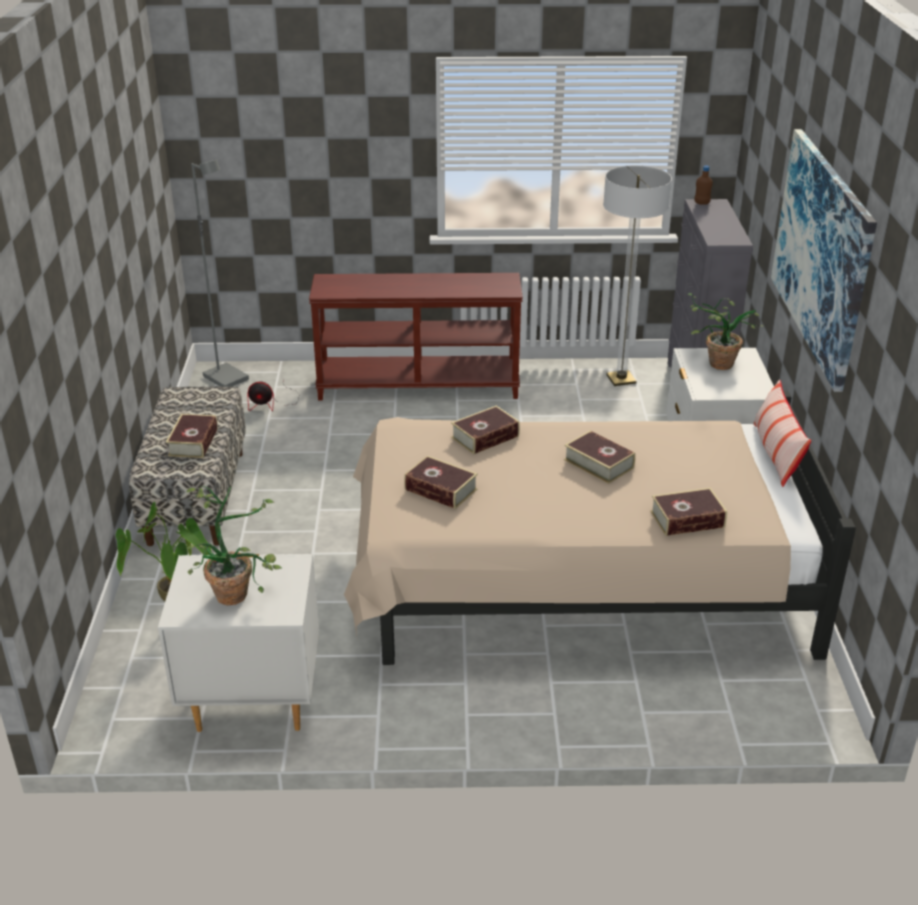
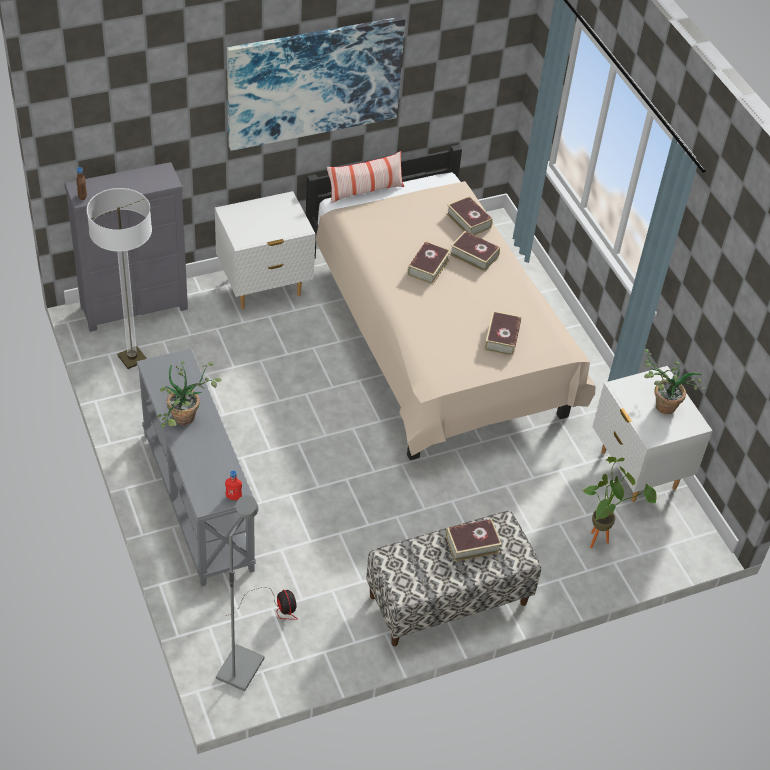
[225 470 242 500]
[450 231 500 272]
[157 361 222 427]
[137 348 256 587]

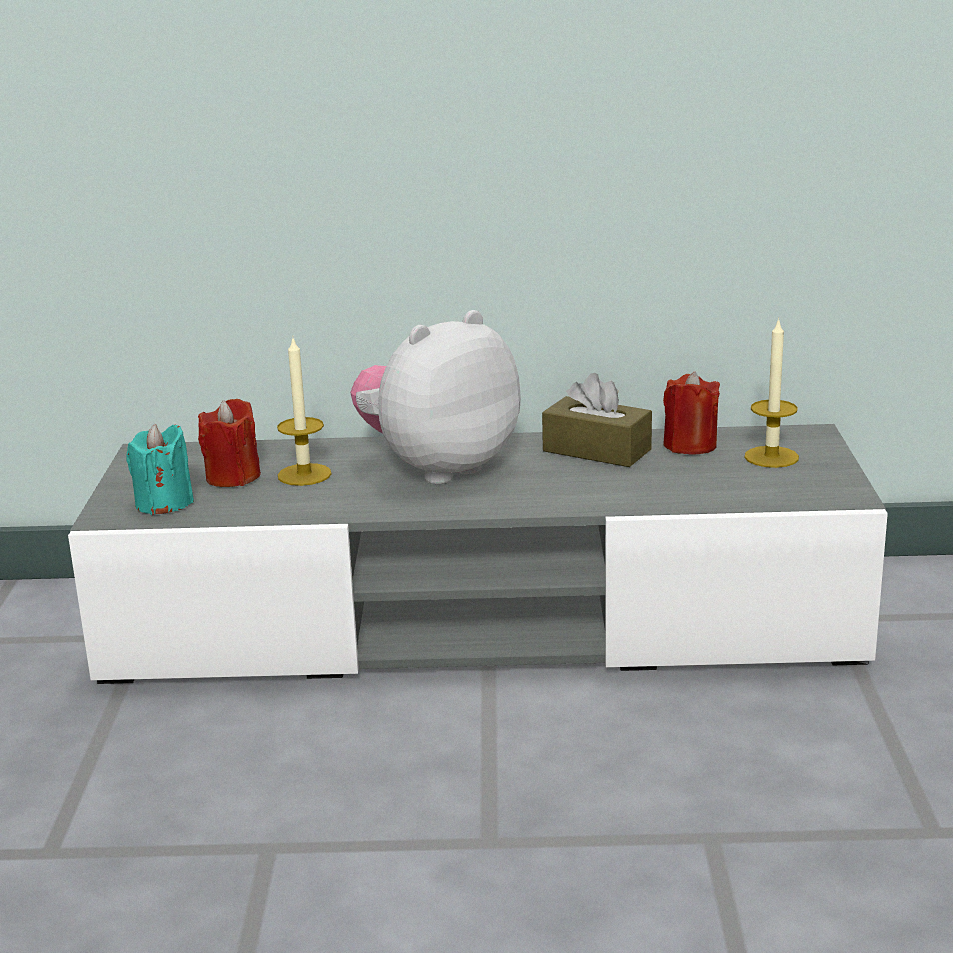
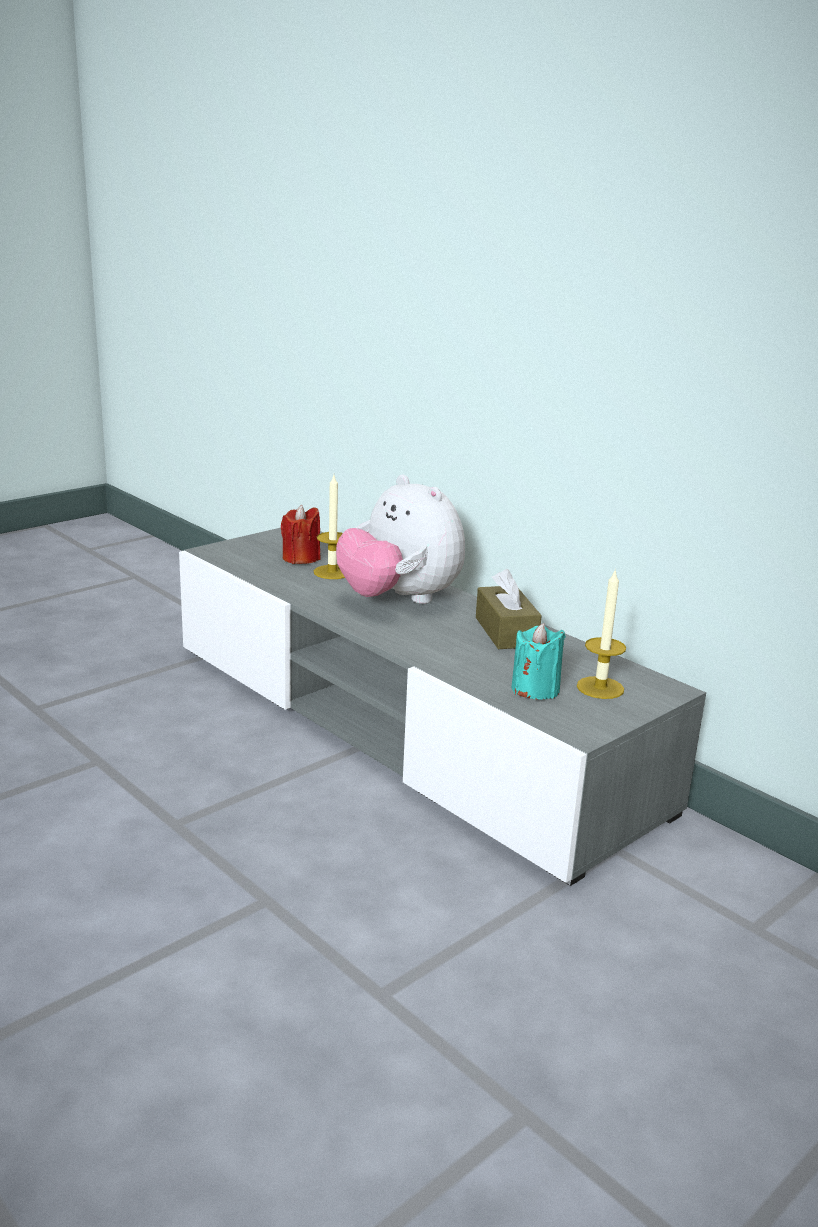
[663 371 720 455] (first image)
[511 623 566 700]
[336 475 465 604]

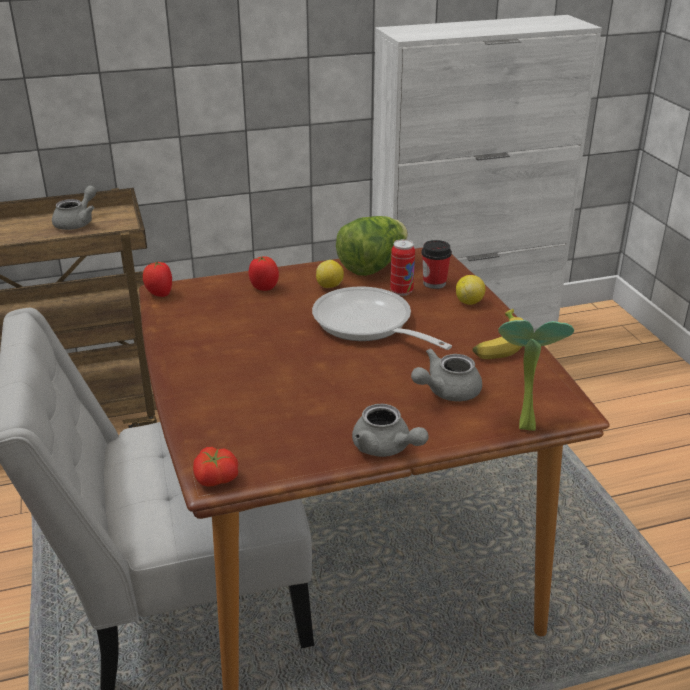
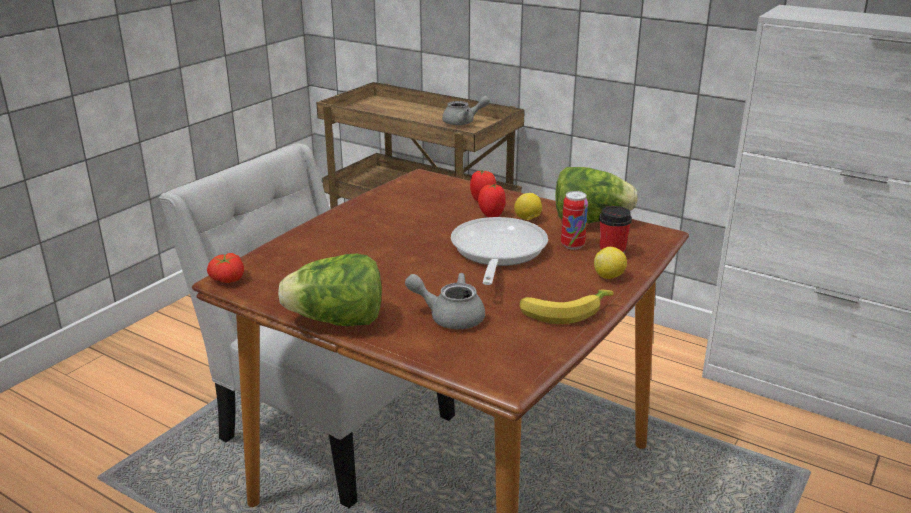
[498 320 574 431] (first image)
[478 184 506 217]
[278 254 382 326]

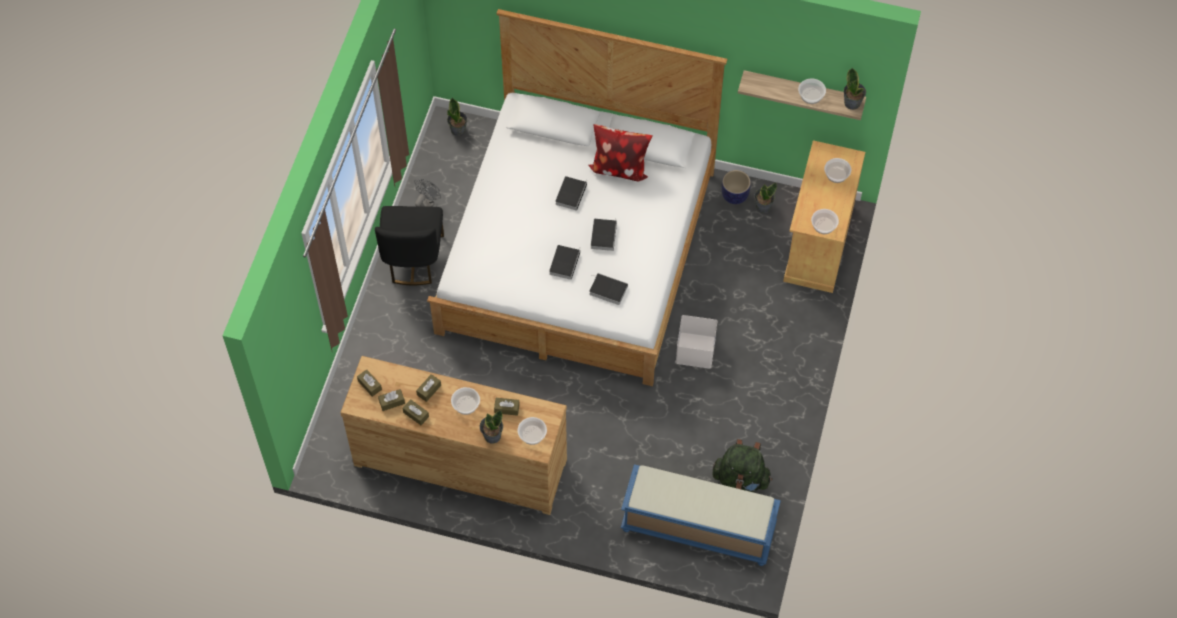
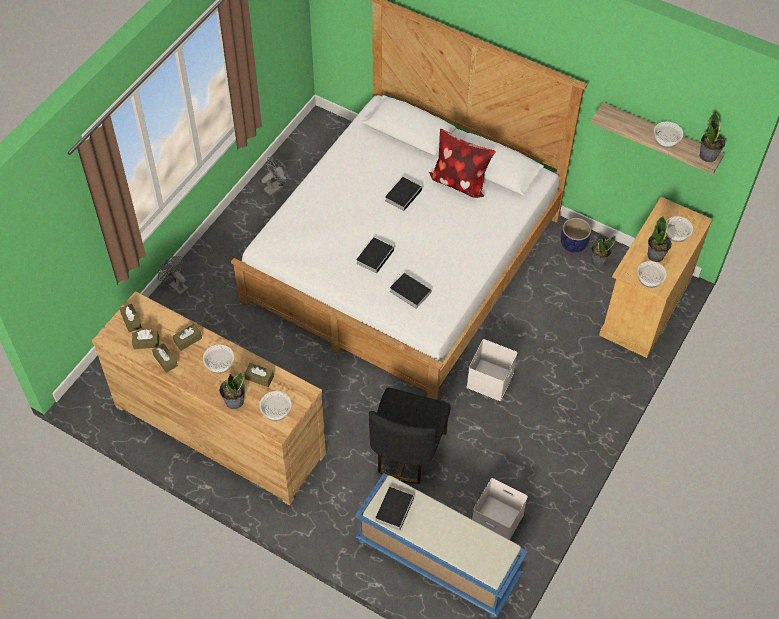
[158 256 189 295]
[369 388 451 484]
[647 216 672 262]
[375 487 415 530]
[472 478 528 540]

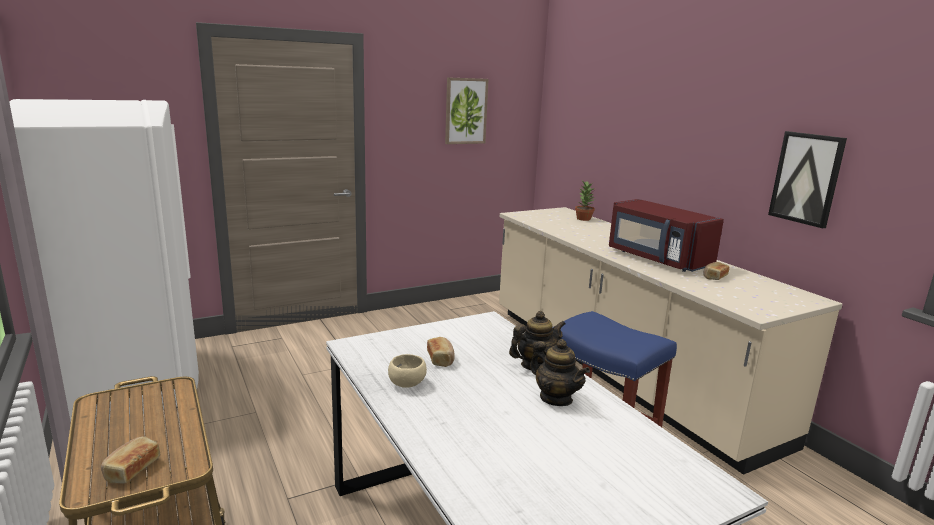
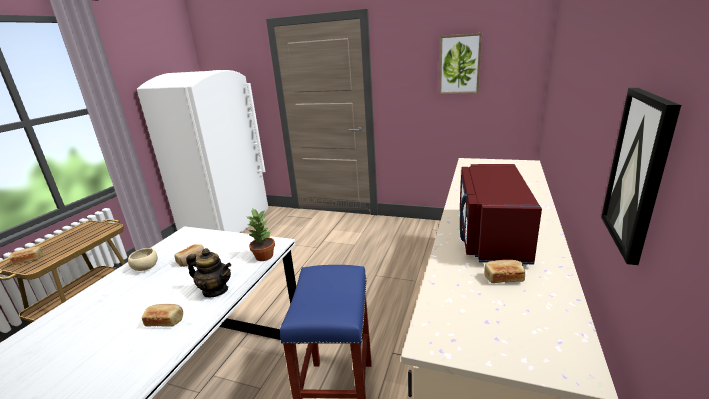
[246 209 275 261]
[142 304 183 327]

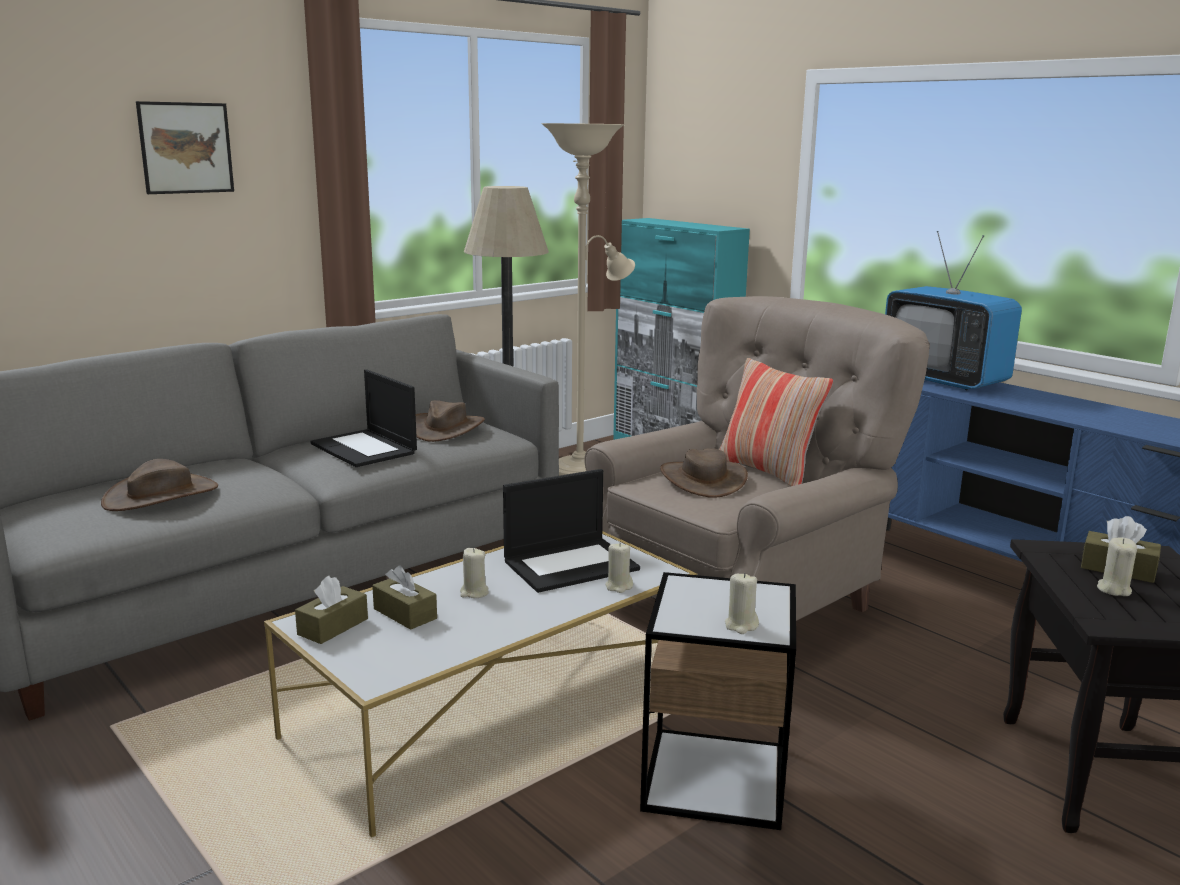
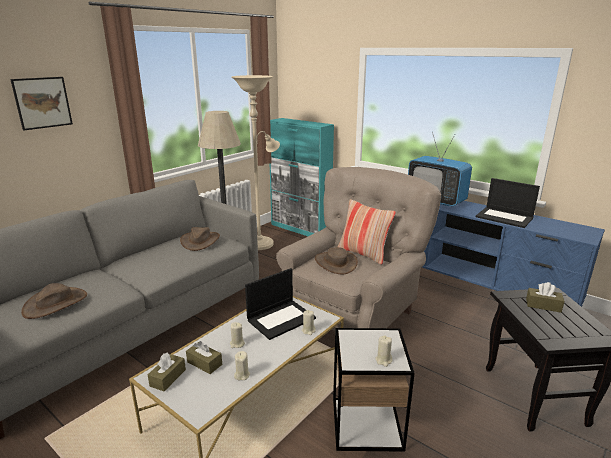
[476 178 540 228]
[234 351 250 380]

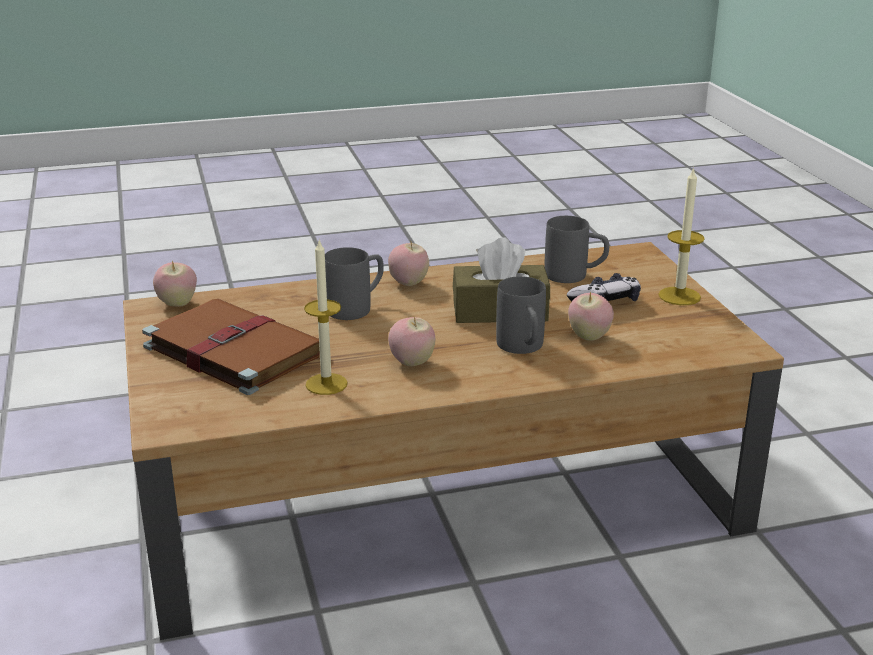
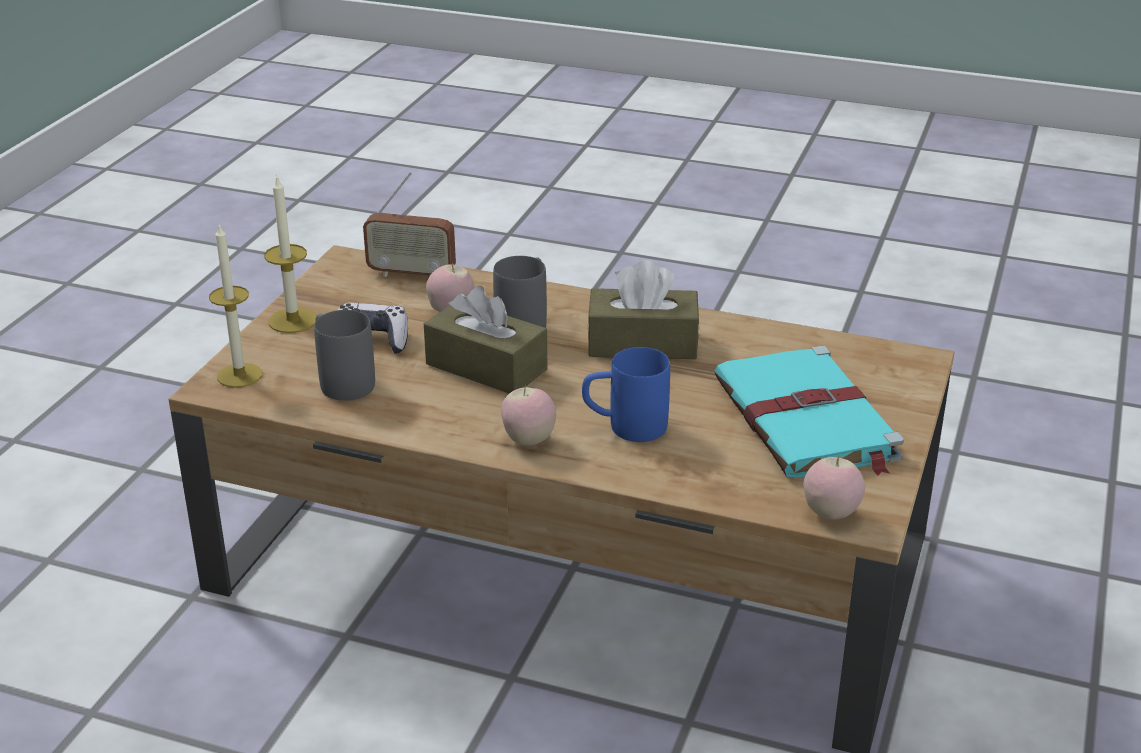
[363 172 456 277]
[209 224 262 388]
[587 260 699 359]
[714 346 904 478]
[582 347 670 442]

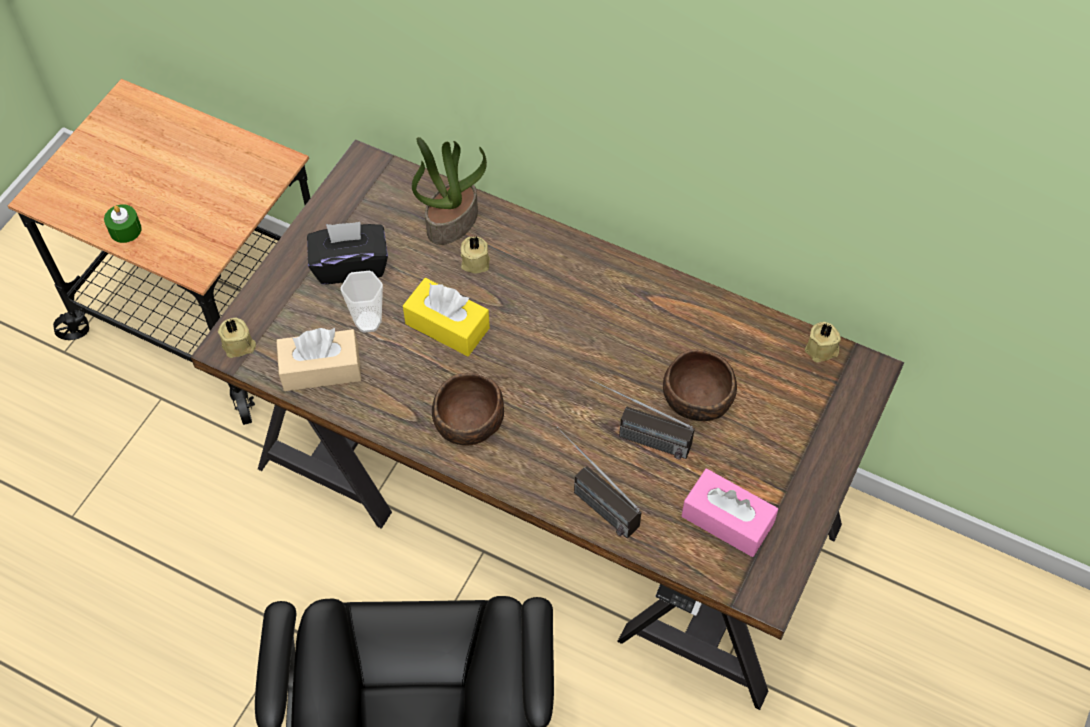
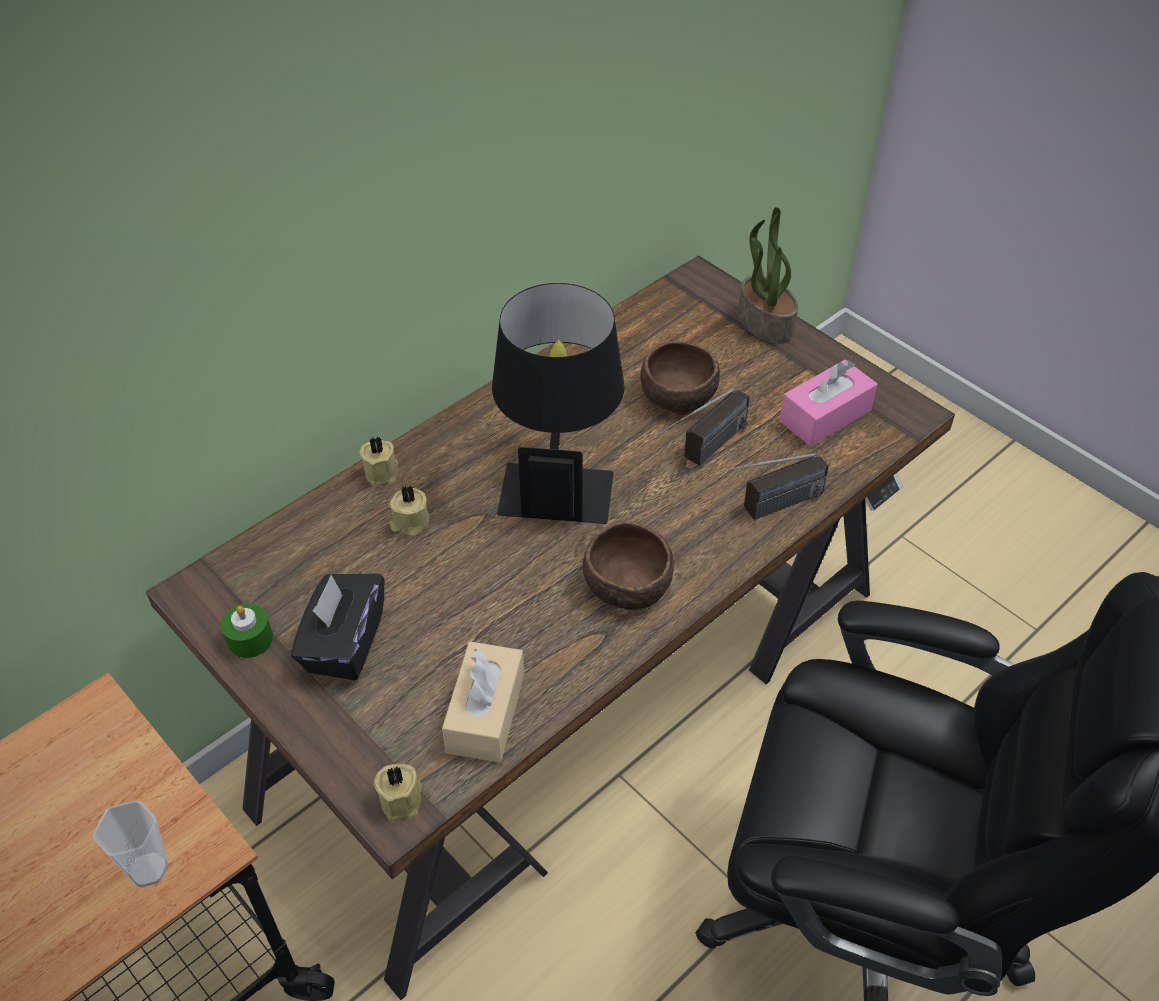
[403 278 490 356] (first image)
[492 283 624 524]
[221 603 273 658]
[93 800 168 888]
[738 207 798 344]
[360 436 398 487]

